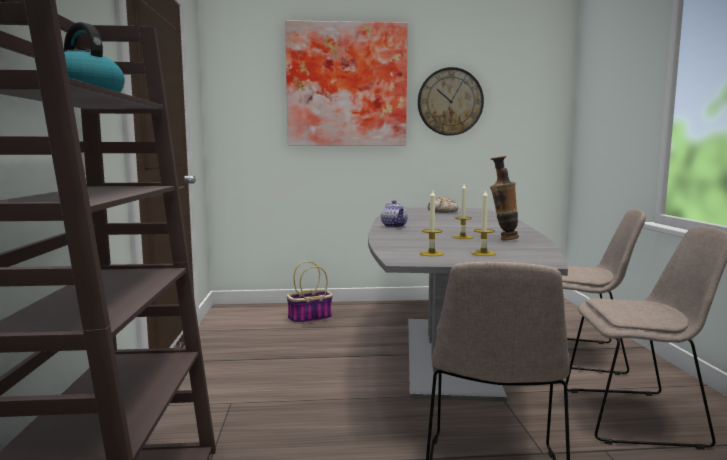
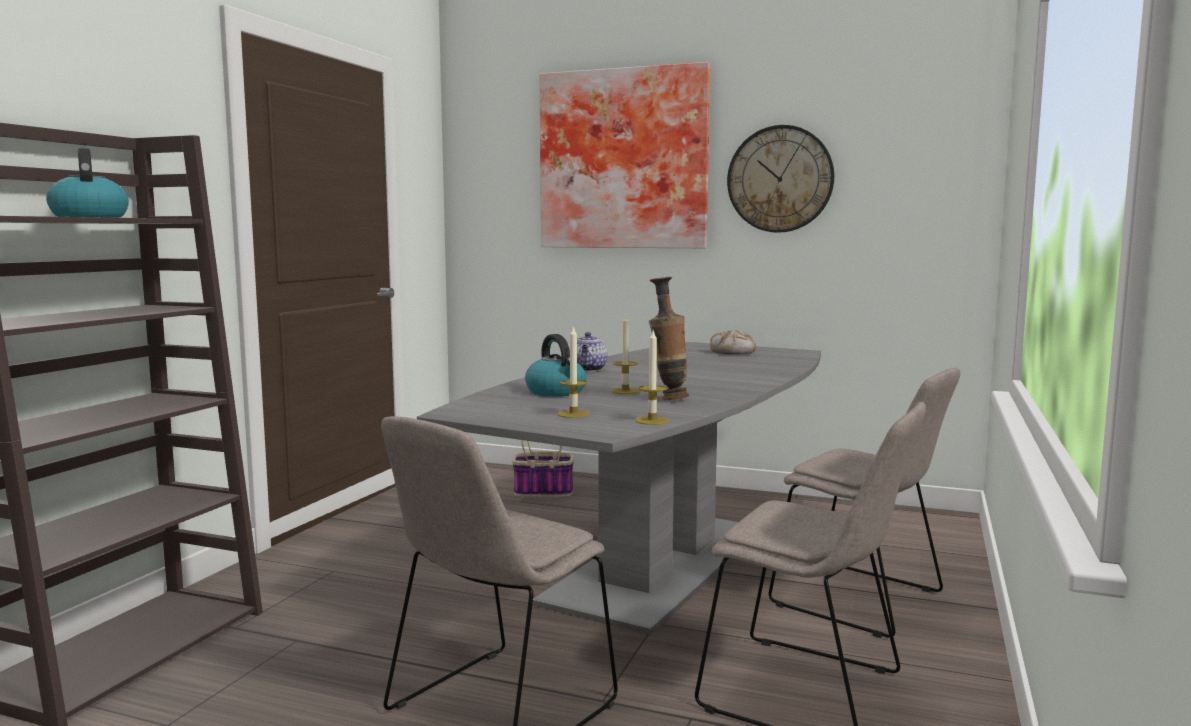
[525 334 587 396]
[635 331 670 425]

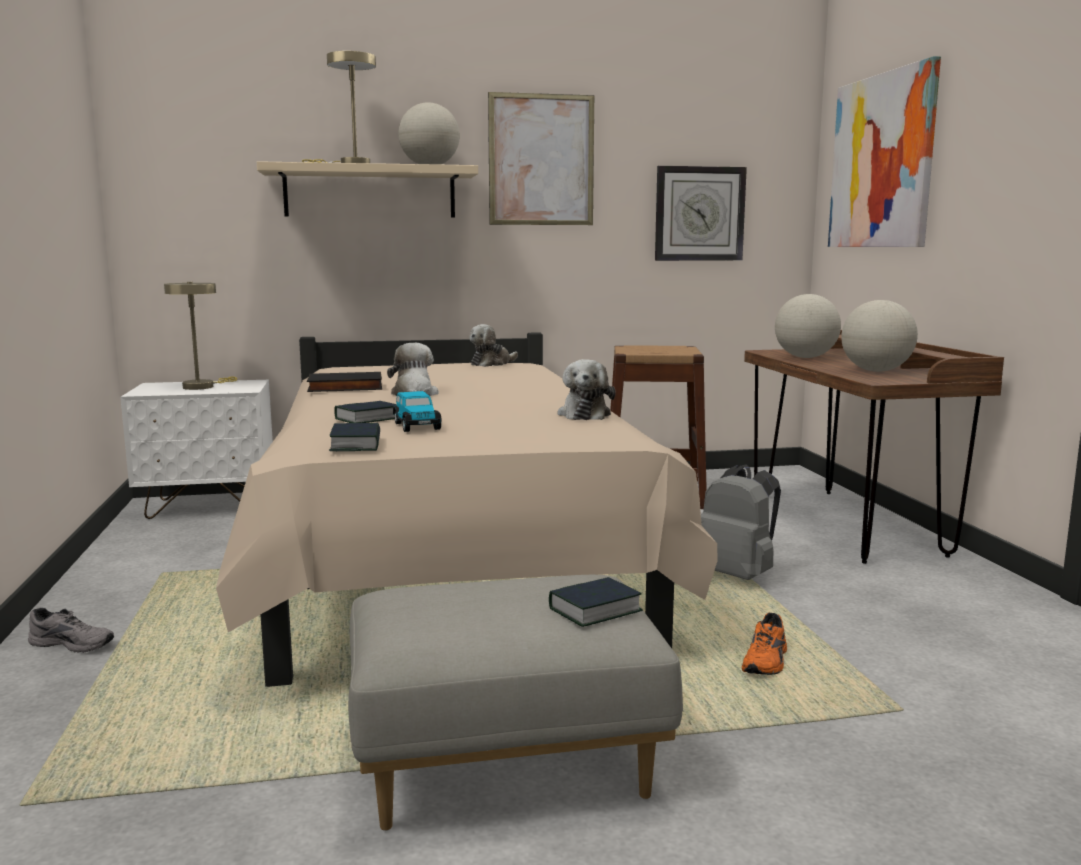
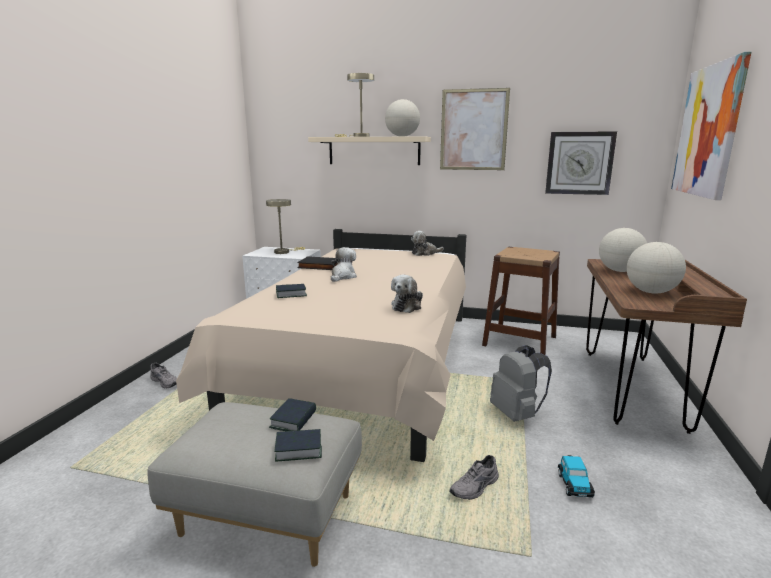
[269 398 316 431]
[558 455 595 497]
[449 455 499 500]

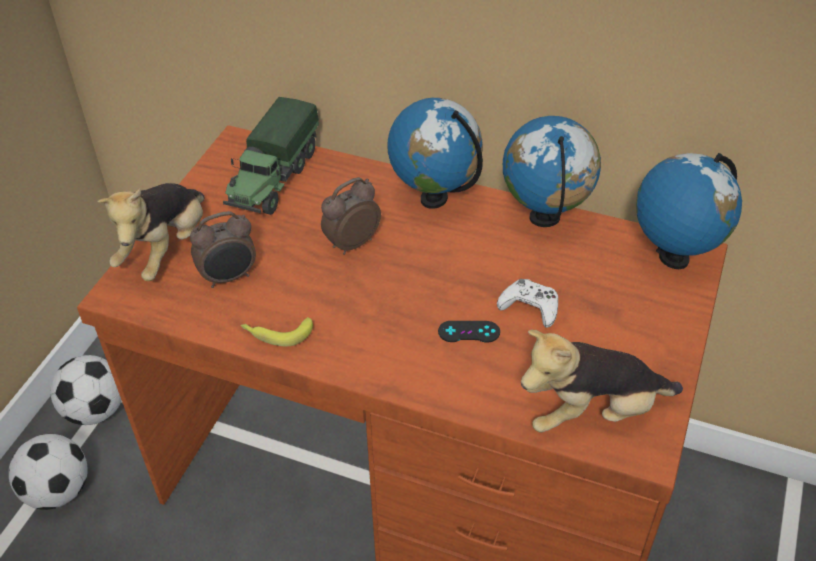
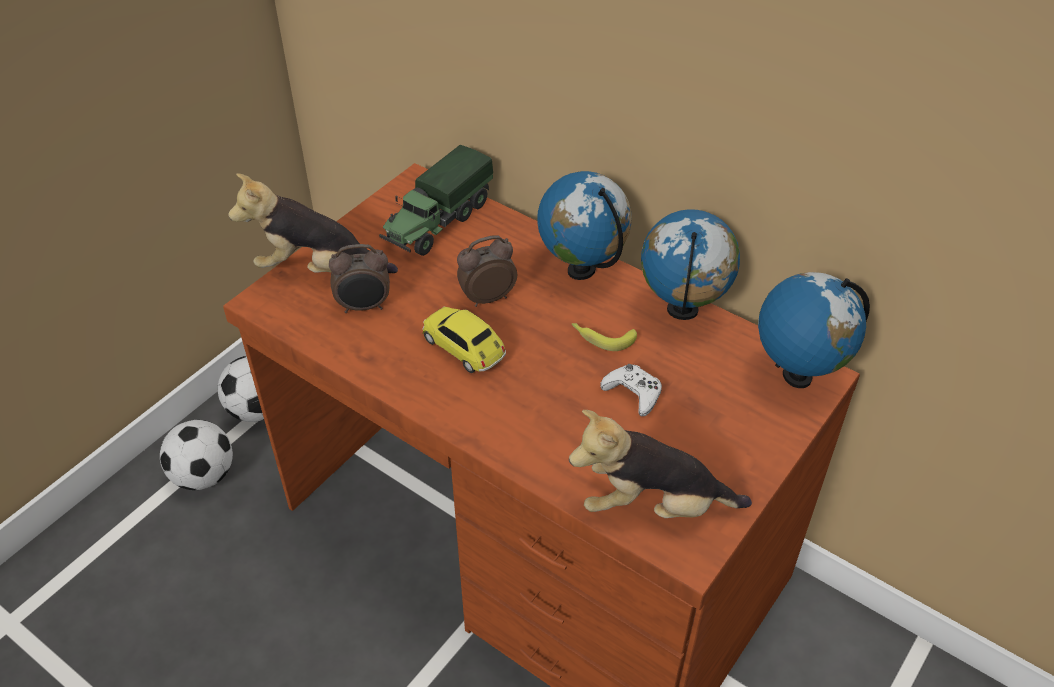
[438 321 500 343] (first image)
[422 306 506 373]
[572 323 637 351]
[228 173 398 273]

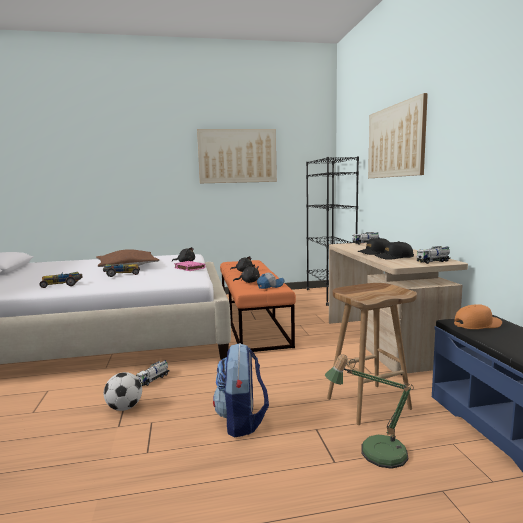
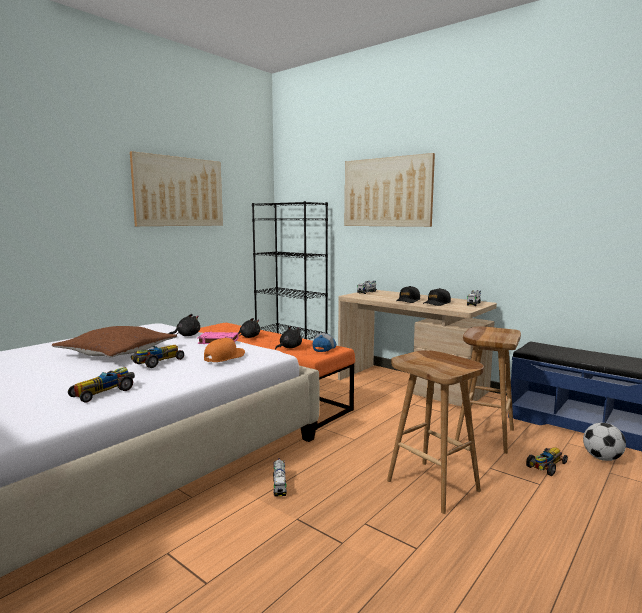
[583 423 626 461]
[204 338 245 362]
[387 350 484 514]
[526 447 568 476]

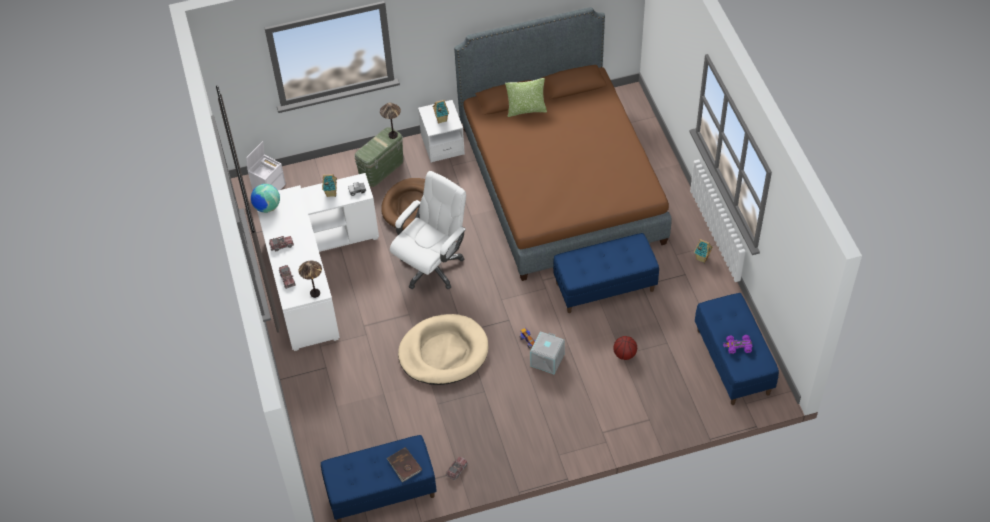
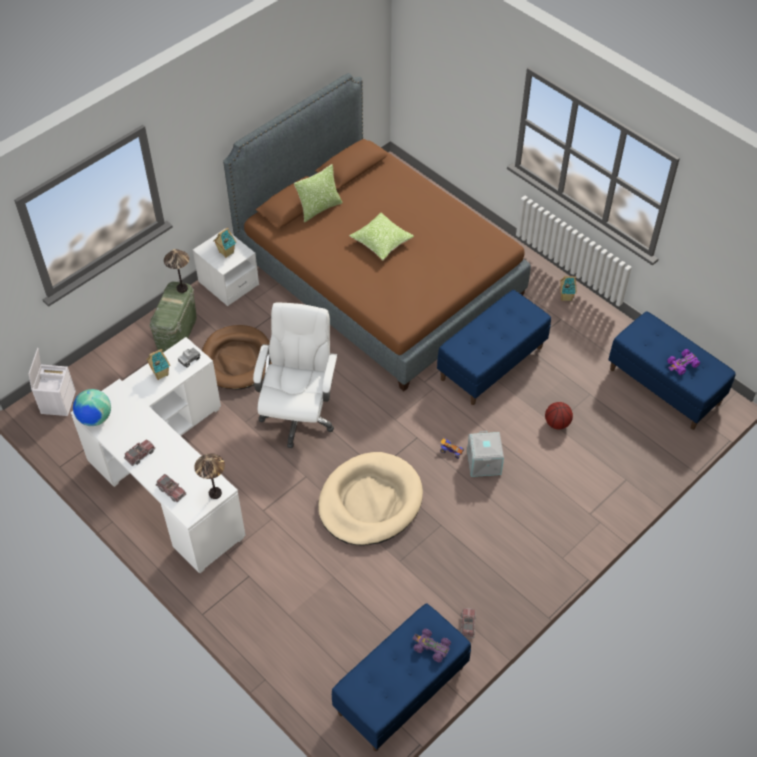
[349 213 414 260]
[413 629 451 662]

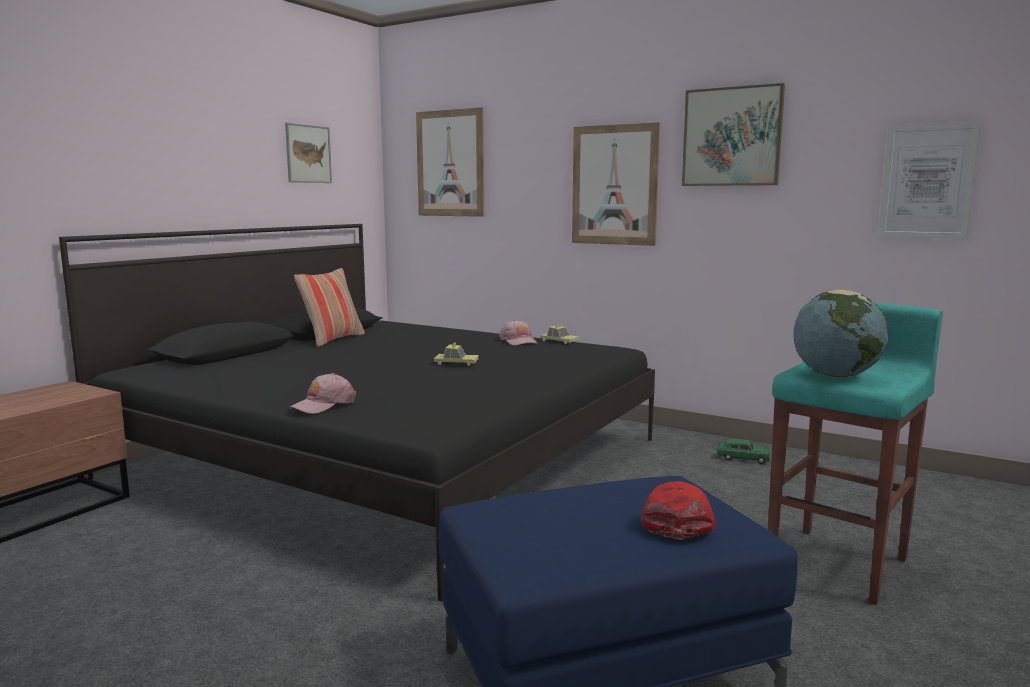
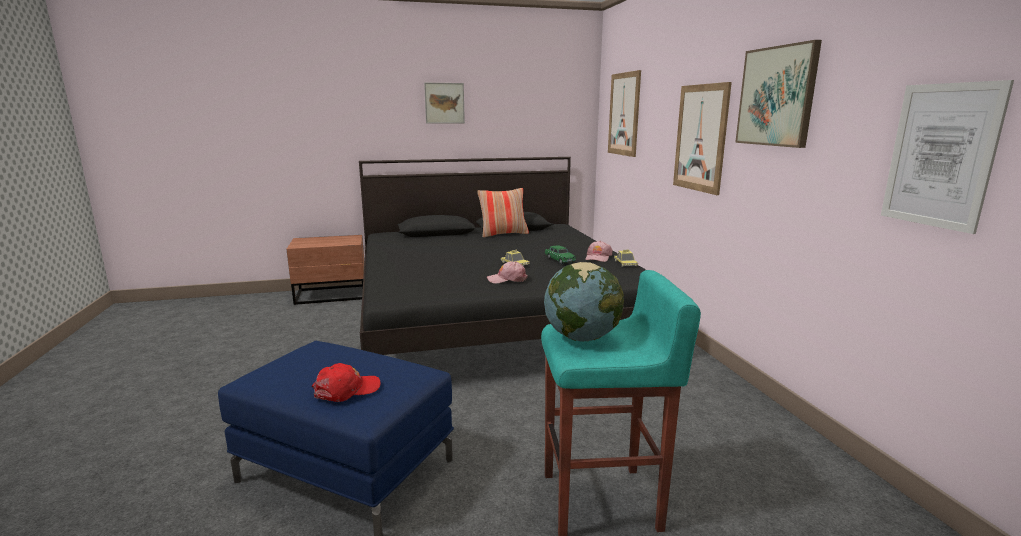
[424 83 465 124]
[487 261 527 284]
[545 245 576 264]

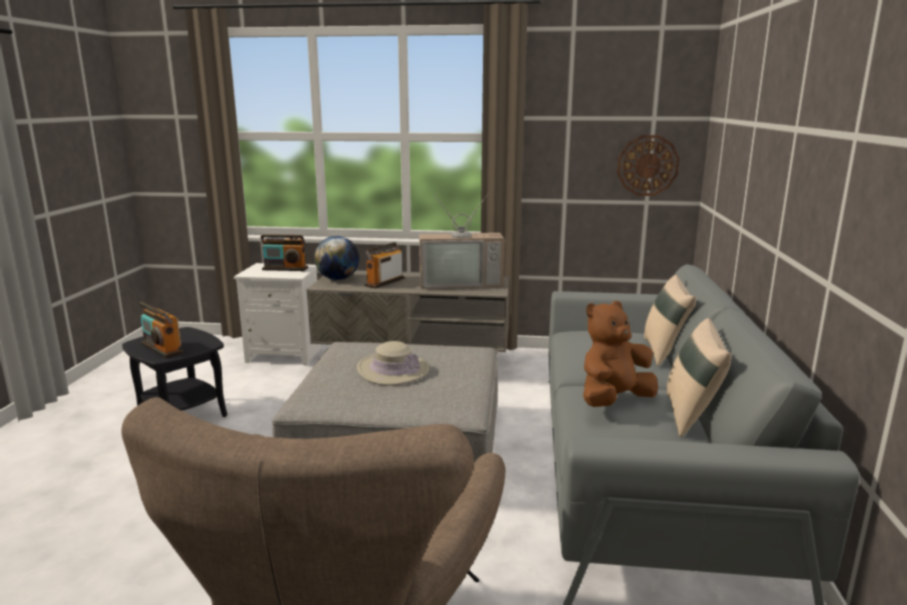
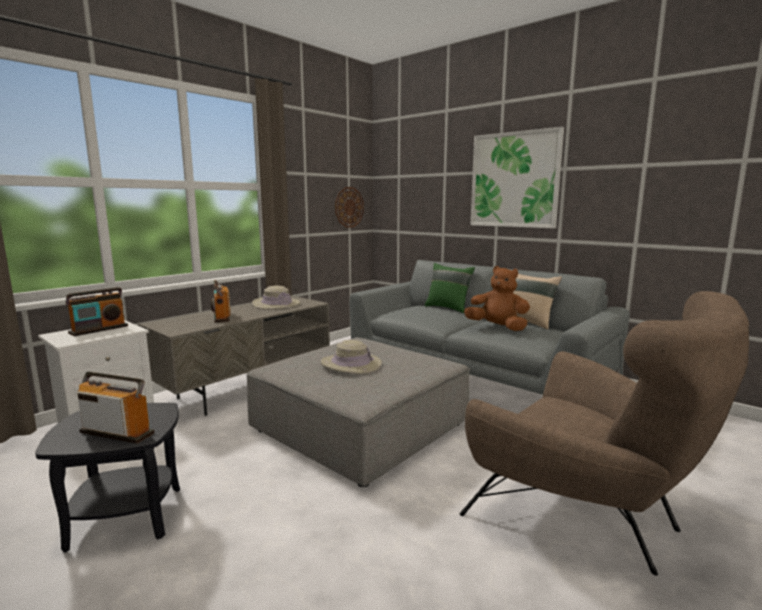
[314 236 359 280] (first image)
[471 127 564 228]
[252 286 300 310]
[425 263 475 313]
[77 372 155 444]
[464 266 530 331]

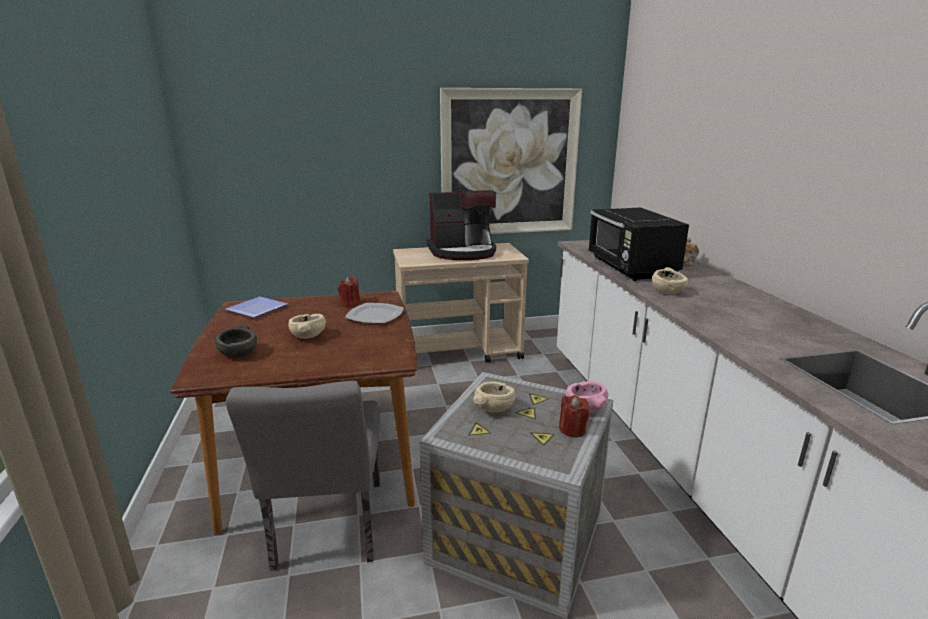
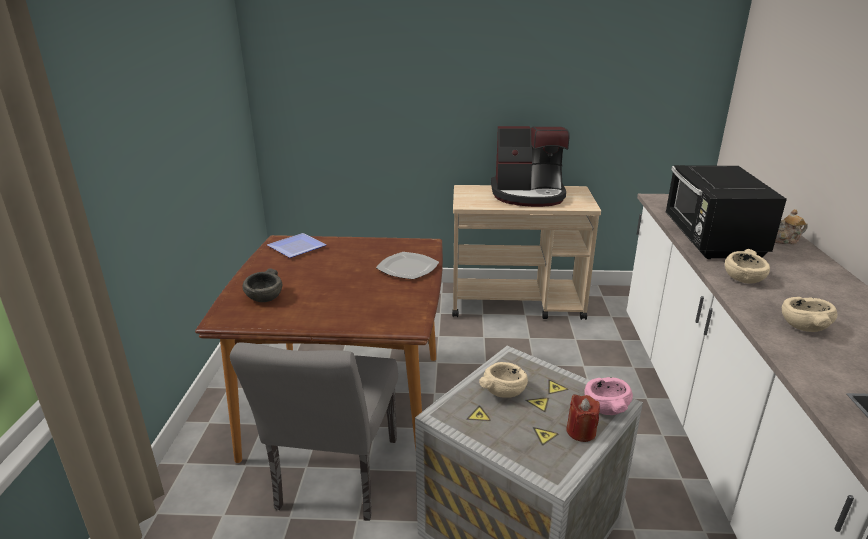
[338 276 360 306] (first image)
[440 88 582 234] (first image)
[782 297 837 332]

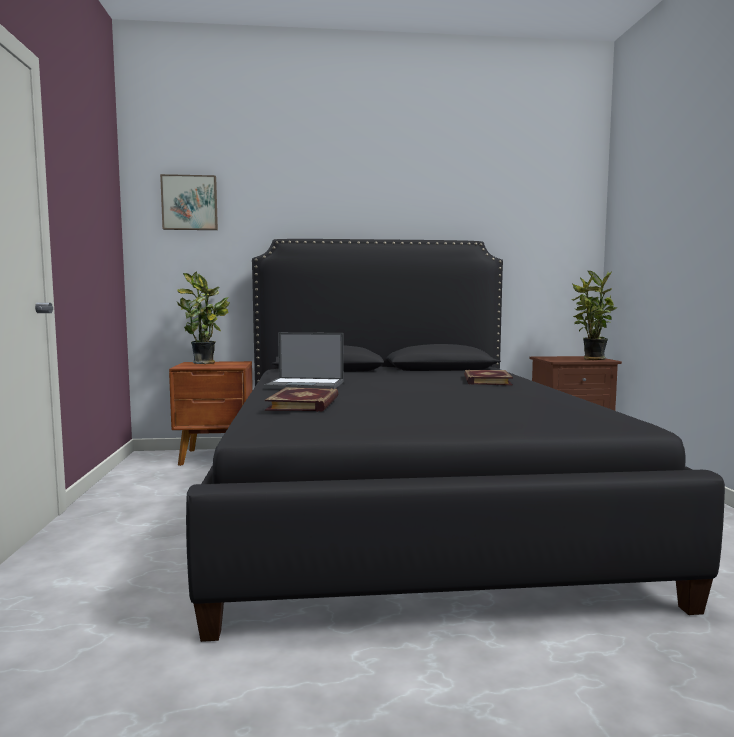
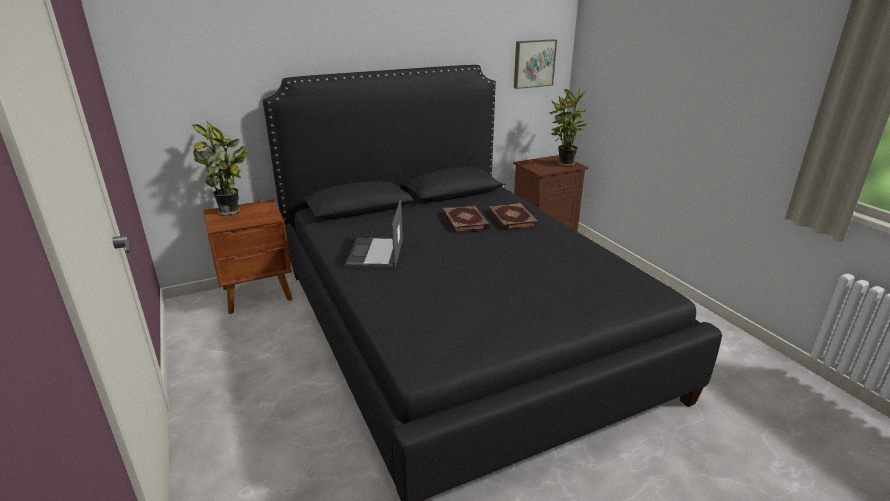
[514 39 557 89]
[443 205 490 233]
[345 200 403 269]

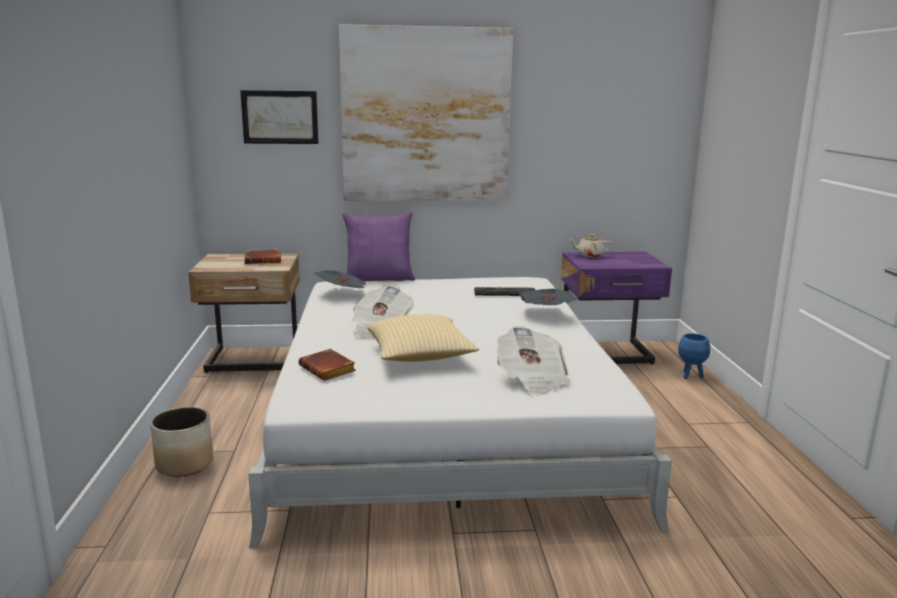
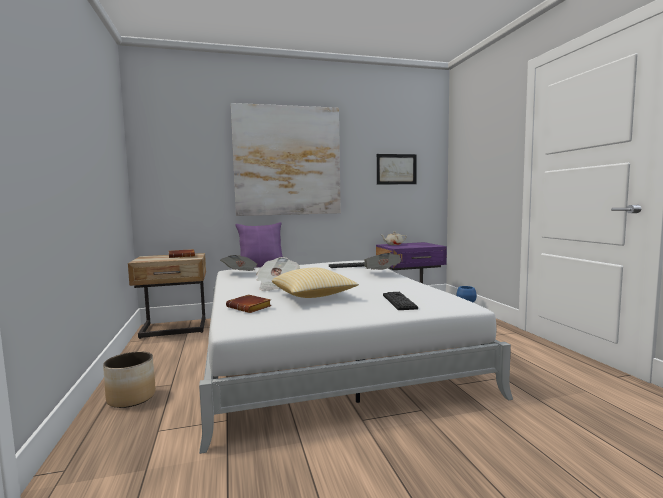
[377 154 417 185]
[383 292 418 310]

